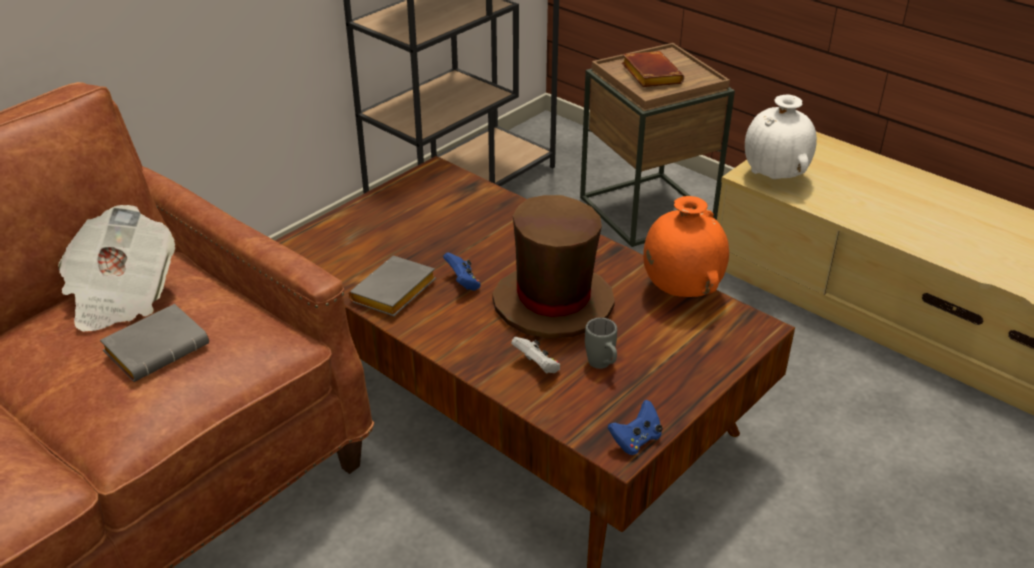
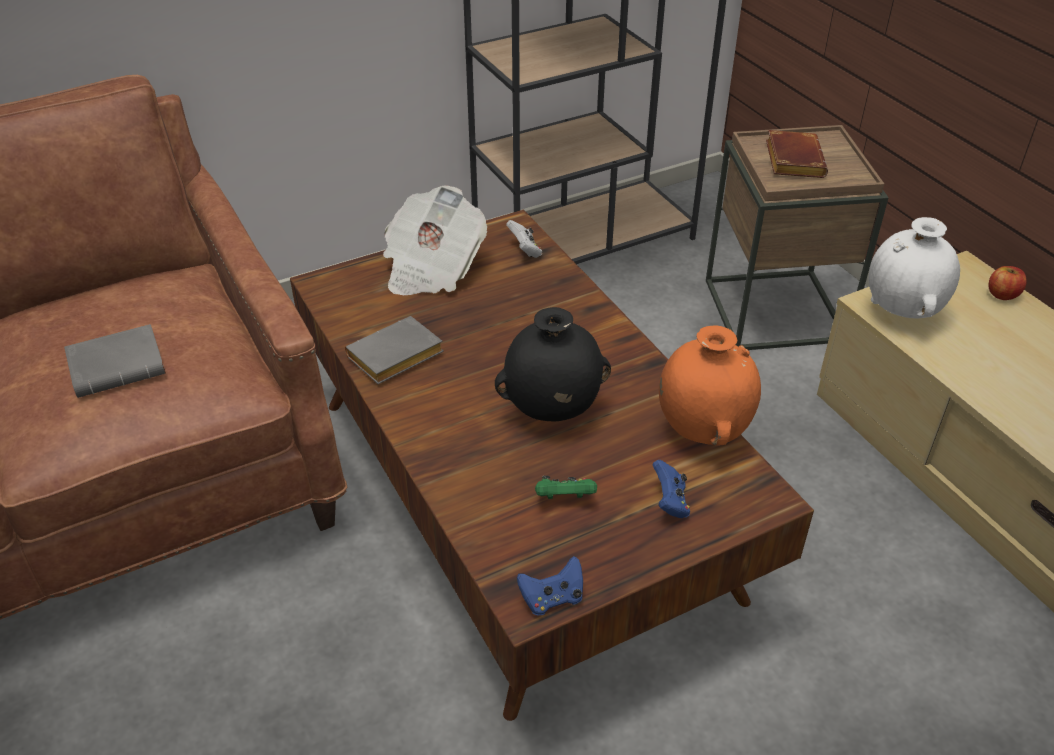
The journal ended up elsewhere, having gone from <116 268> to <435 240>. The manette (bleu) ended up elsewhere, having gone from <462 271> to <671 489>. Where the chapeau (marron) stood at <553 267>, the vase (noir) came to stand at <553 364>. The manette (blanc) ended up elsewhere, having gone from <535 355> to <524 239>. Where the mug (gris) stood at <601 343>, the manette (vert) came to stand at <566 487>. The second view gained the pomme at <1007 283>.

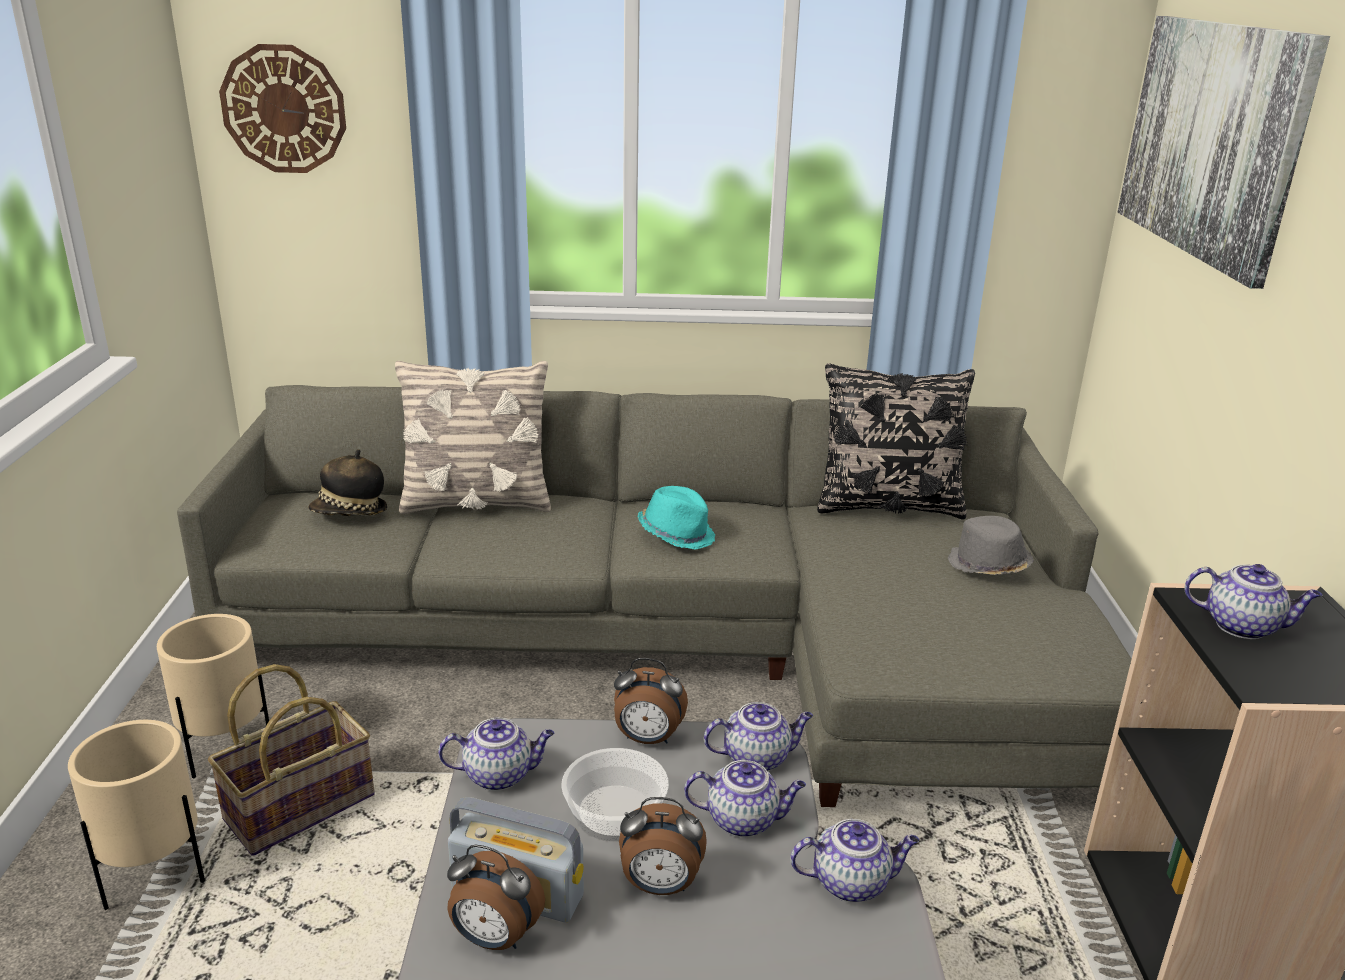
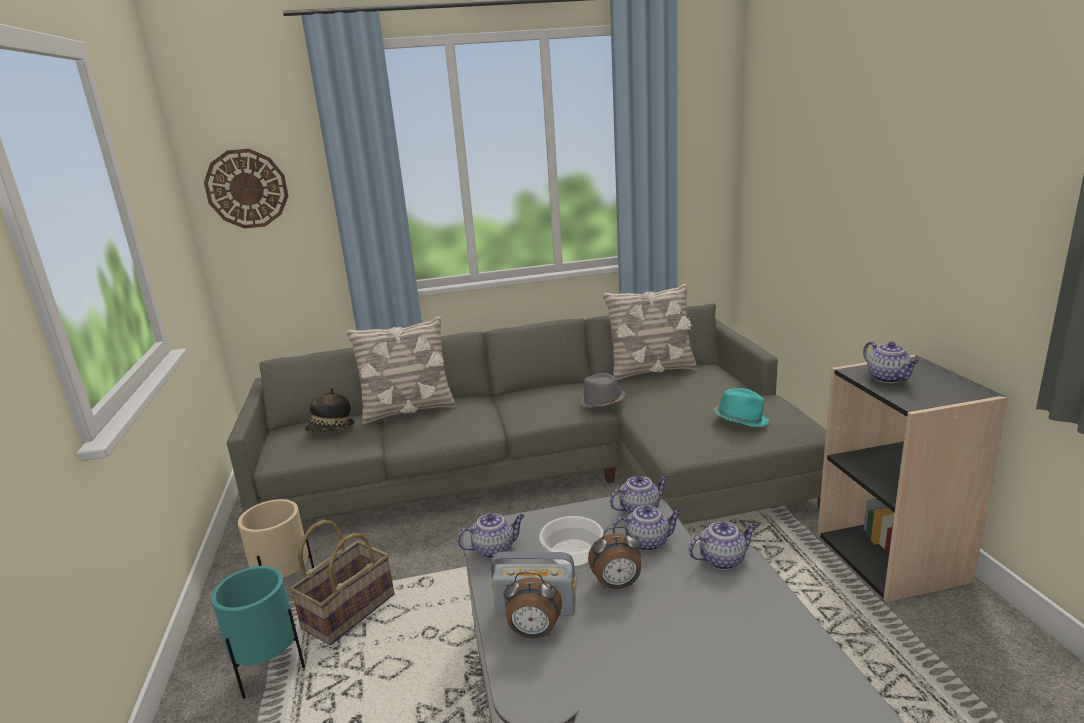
What was the cache-pot (beige) at <136 815> turned into the cache-pot (turquoise) at <258 632>. The second view lost the réveil at <651 701>. The chapeau (turquoise) ended up elsewhere, having gone from <676 518> to <741 407>. What was the coussin (noir) at <896 441> turned into the coussin (beige) at <650 332>. The chapeau (gris) ended up elsewhere, having gone from <990 545> to <602 390>. The second view lost the tableau at <1223 152>. The théière at <1253 601> ended up facing another way, 60 degrees clockwise from before.

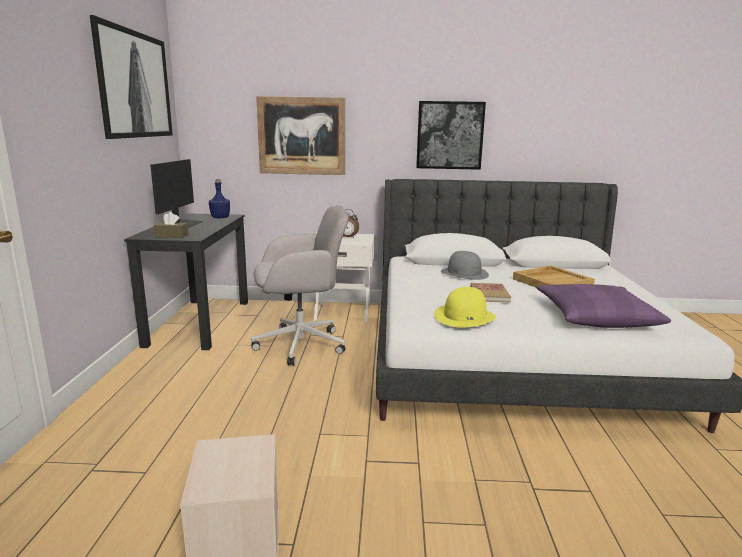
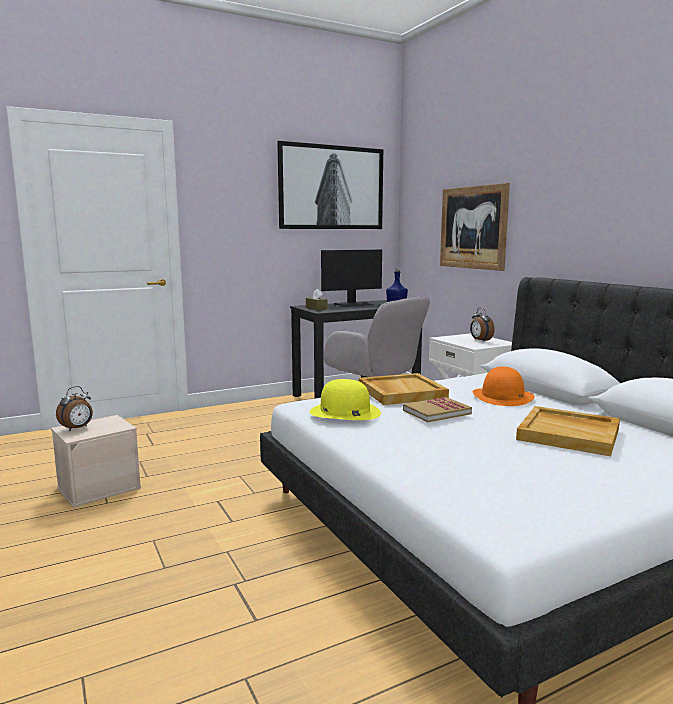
The second view lost the tableau at <451 135>. What was the chapeau (gris) at <465 265> turned into the chapeau (orange) at <503 386>. The second view lost the coussin (violet) at <603 306>. The second view gained the réveil at <74 408>. The second view gained the plateau (beige) at <404 389>.

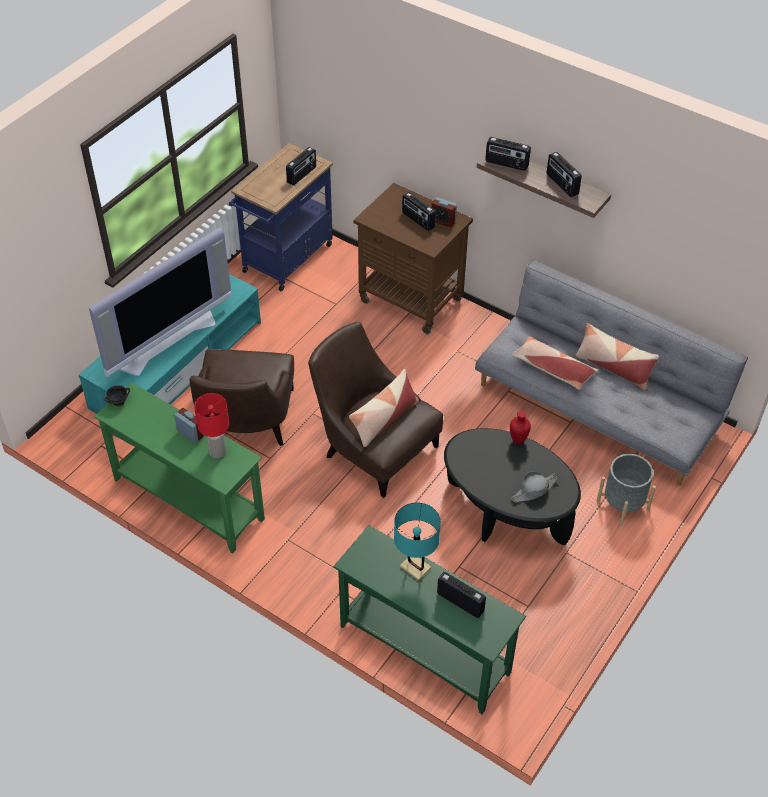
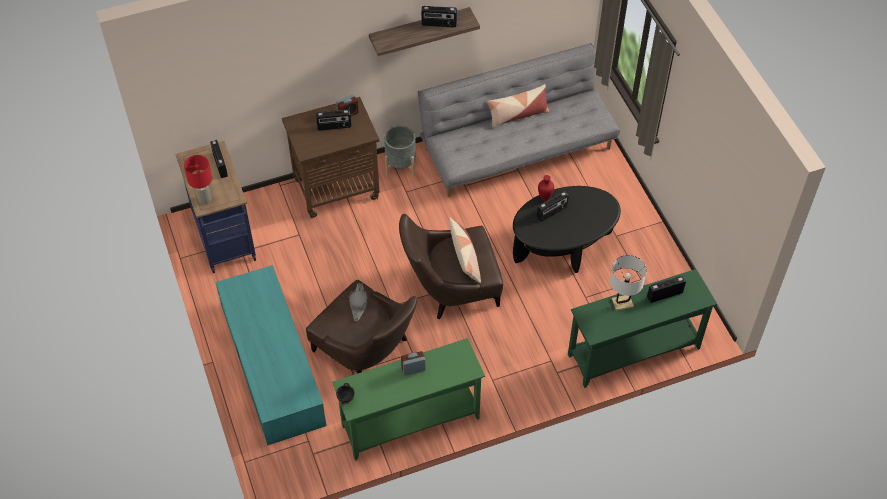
The second view lost the téléviseur at <160 302>. The lampe de table (rouge) ended up elsewhere, having gone from <212 425> to <198 180>. What was the lampe de table (turquoise) at <417 542> turned into the lampe de table (blanc) at <628 283>. The radio ended up elsewhere, having gone from <508 154> to <553 206>. The chapeau (gris) ended up elsewhere, having gone from <534 486> to <358 302>. The second view lost the coussin at <555 363>. The cache-pot (gris) ended up elsewhere, having gone from <626 490> to <400 150>.

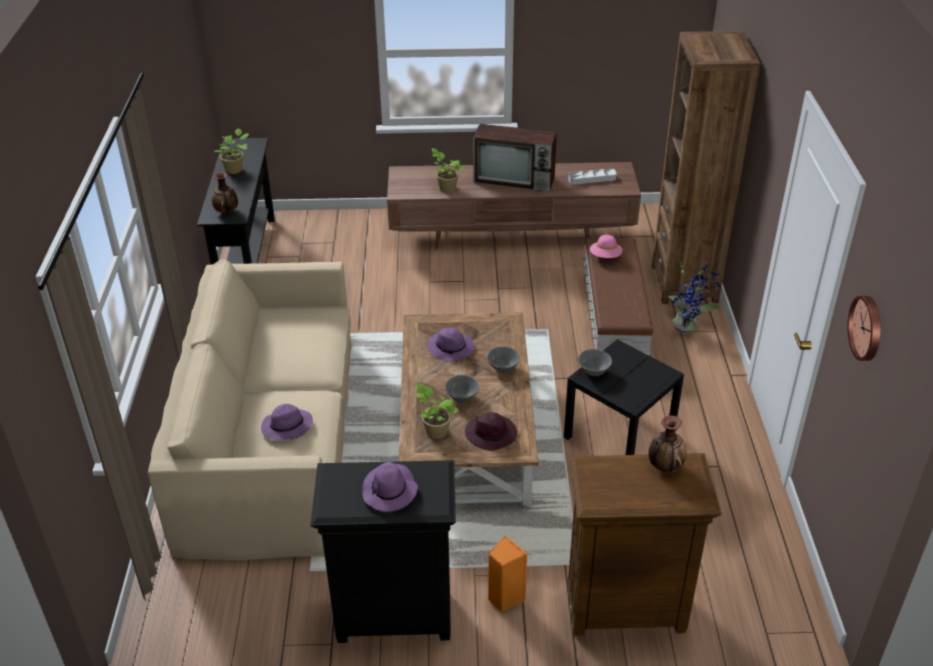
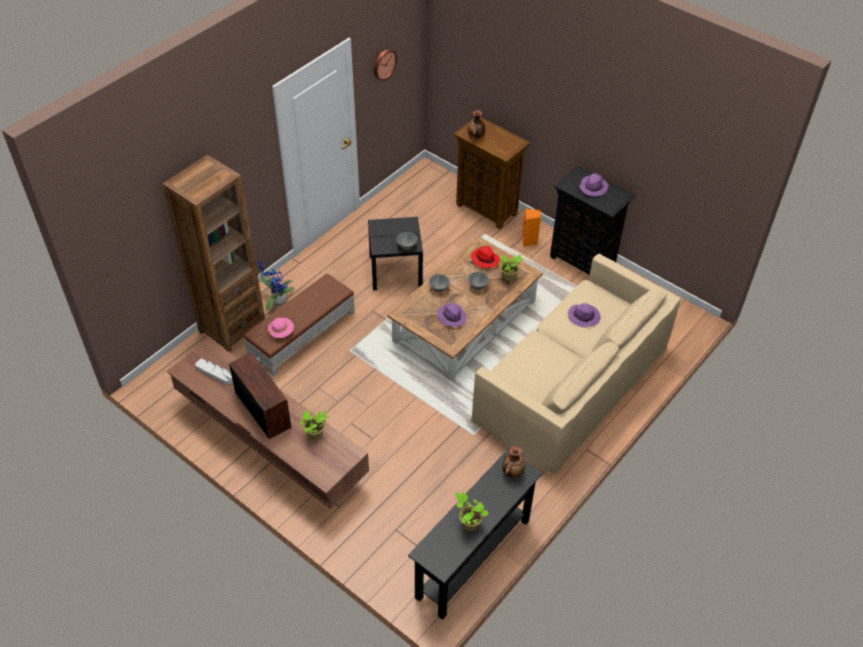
What was the chapeau (violet) at <491 431> turned into the chapeau (rouge) at <485 257>.

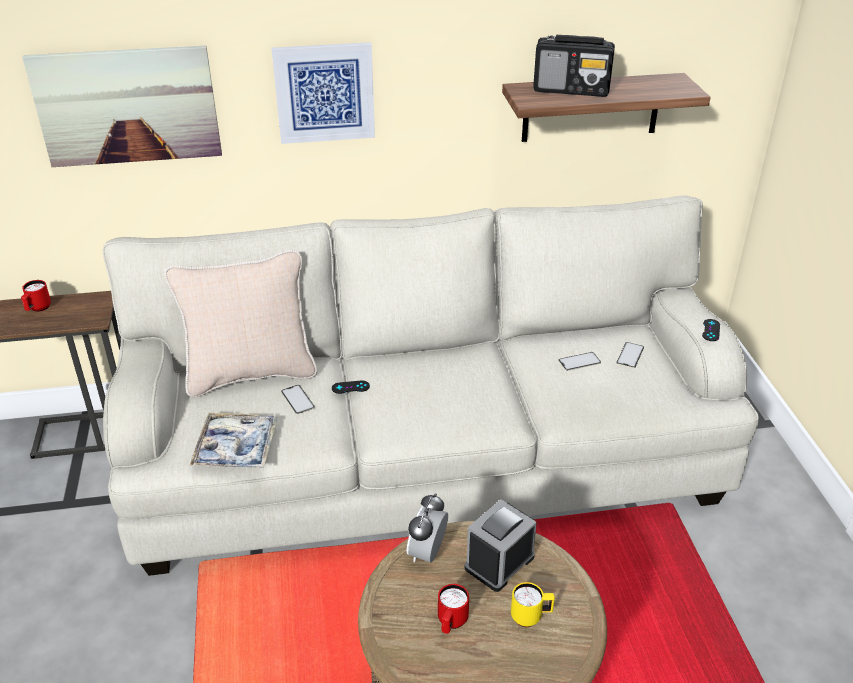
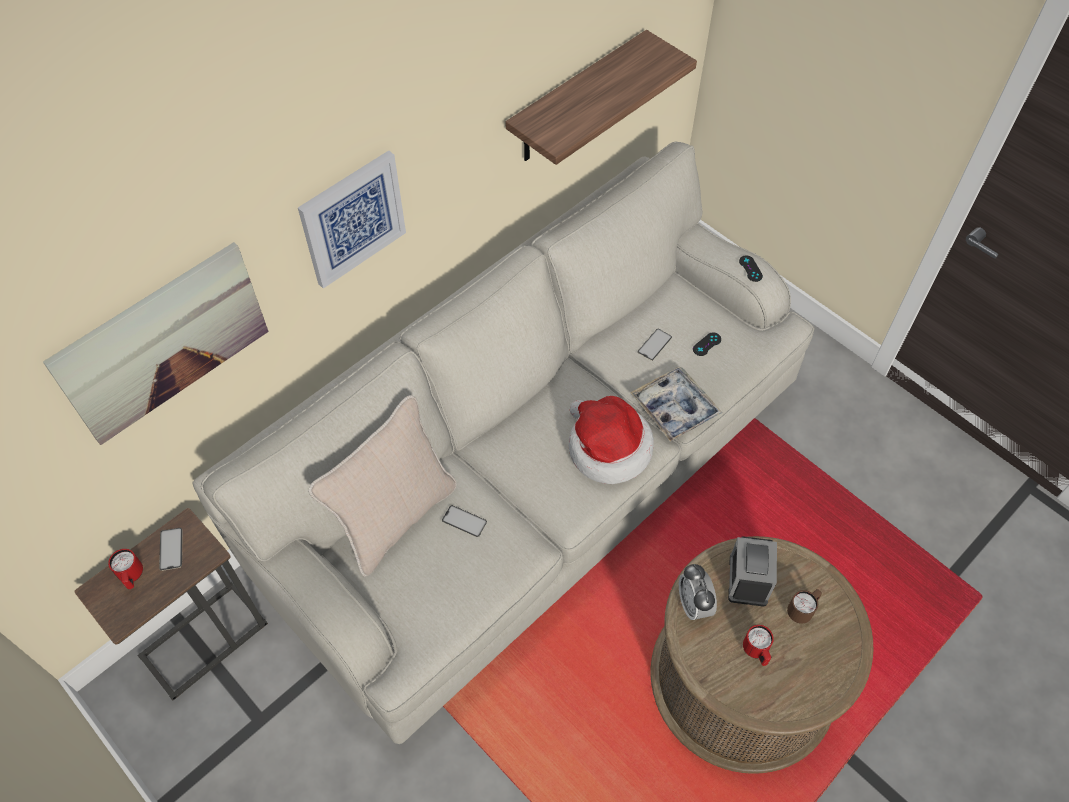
The plateau ended up elsewhere, having gone from <233 440> to <676 404>. The manette (noir) ended up elsewhere, having gone from <351 387> to <707 344>. What was the mug (jaune) at <533 604> turned into the mug (marron) at <804 606>. The second view lost the radio at <574 66>. The téléphone ended up elsewhere, having gone from <630 355> to <171 549>. The second view gained the chapeau at <611 440>.

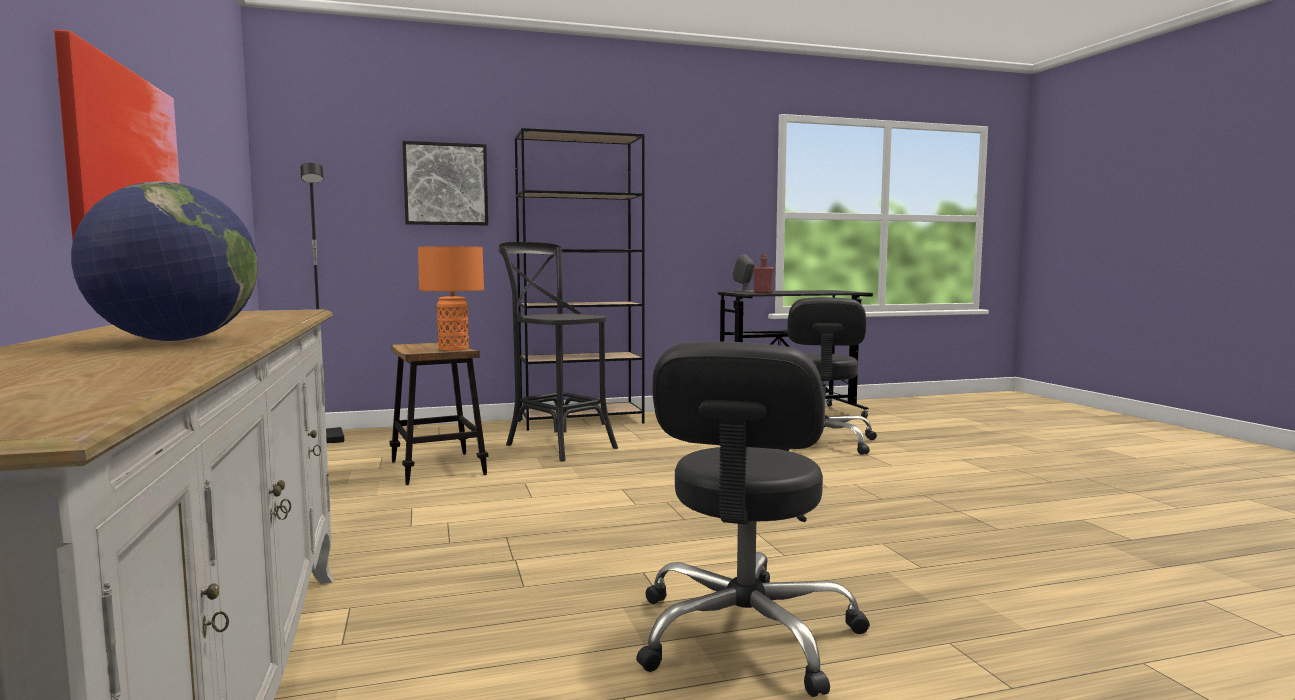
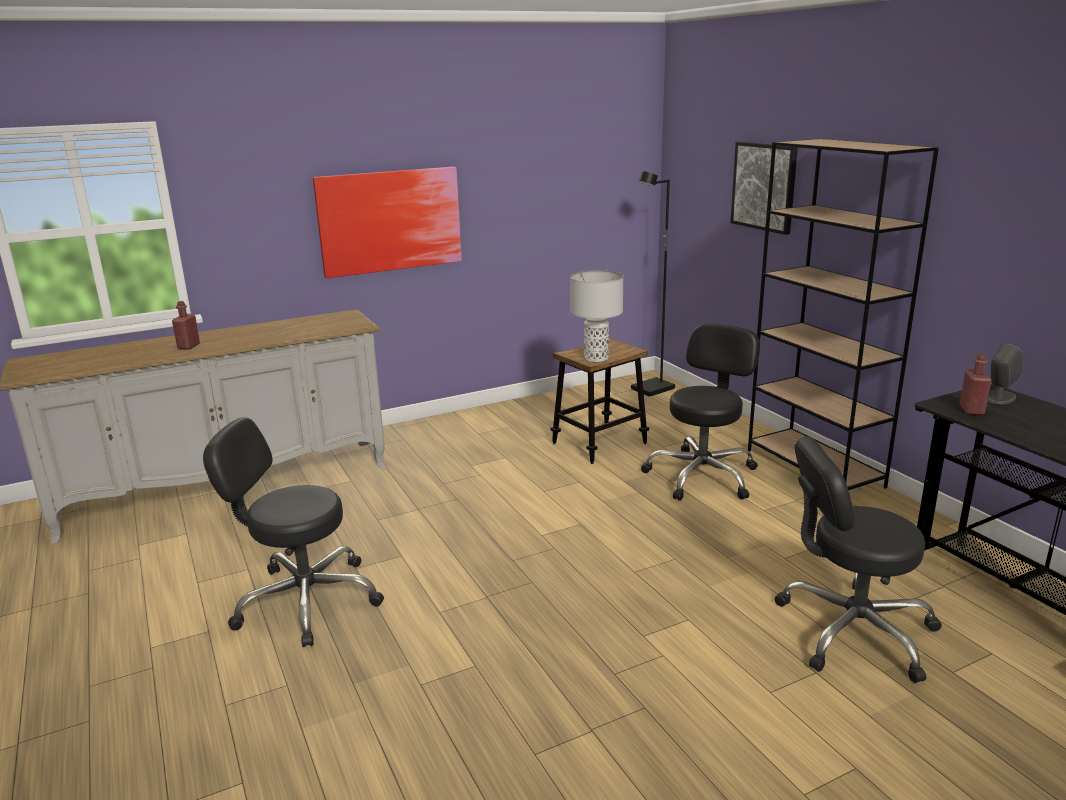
Where the globe stood at <164 261>, the bouteille (rouge) came to stand at <186 325>. What was the lampe de table (orange) at <451 298> turned into the lampe de table (blanc) at <596 316>. Where the tabouret (noir) stood at <558 352>, the chaise de bureau (noir) came to stand at <700 412>.

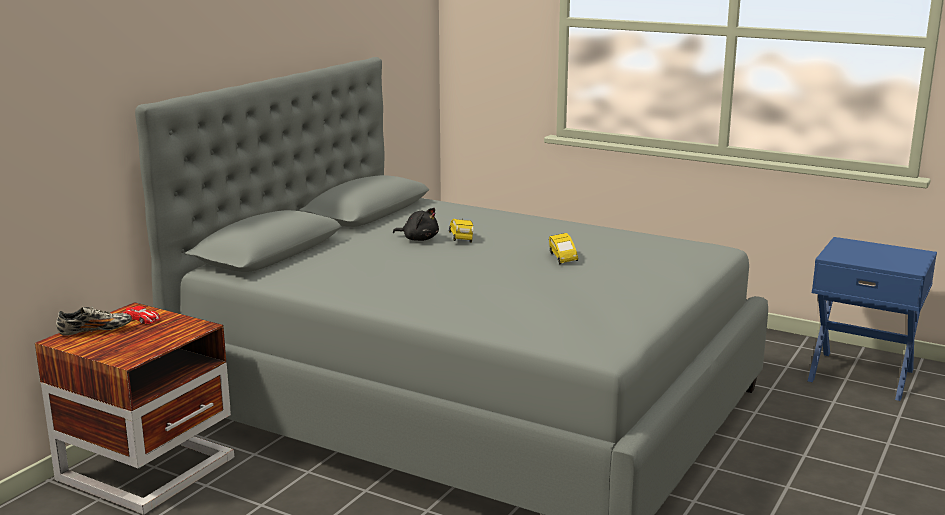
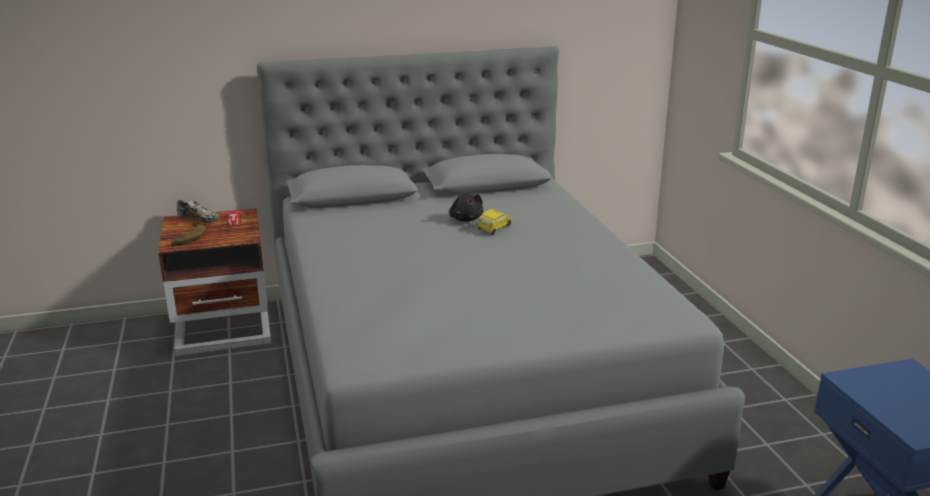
The second view lost the petite voiture (jaune) at <563 248>. The second view gained the banane at <188 234>.

